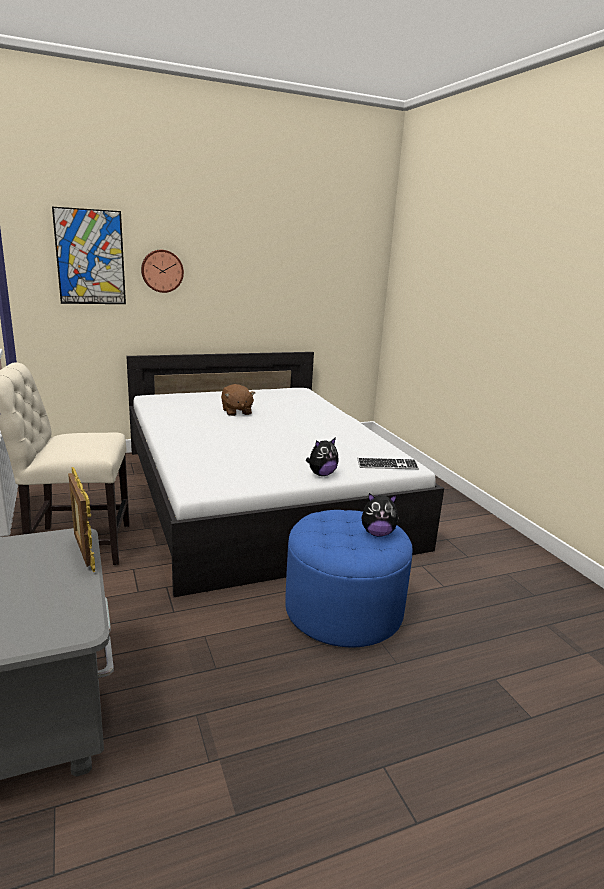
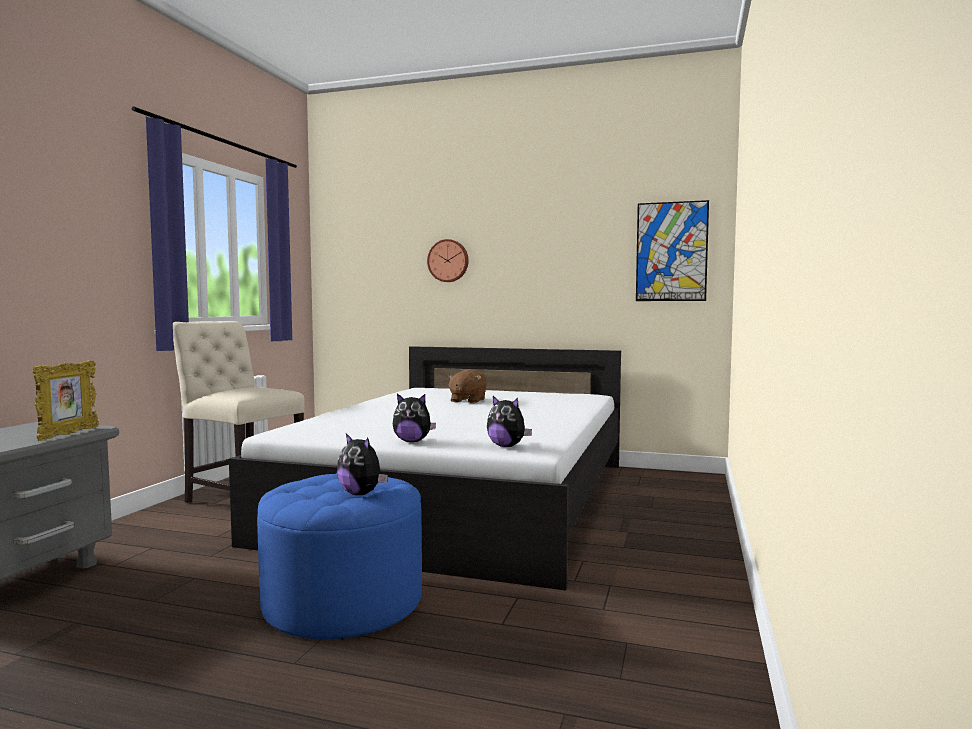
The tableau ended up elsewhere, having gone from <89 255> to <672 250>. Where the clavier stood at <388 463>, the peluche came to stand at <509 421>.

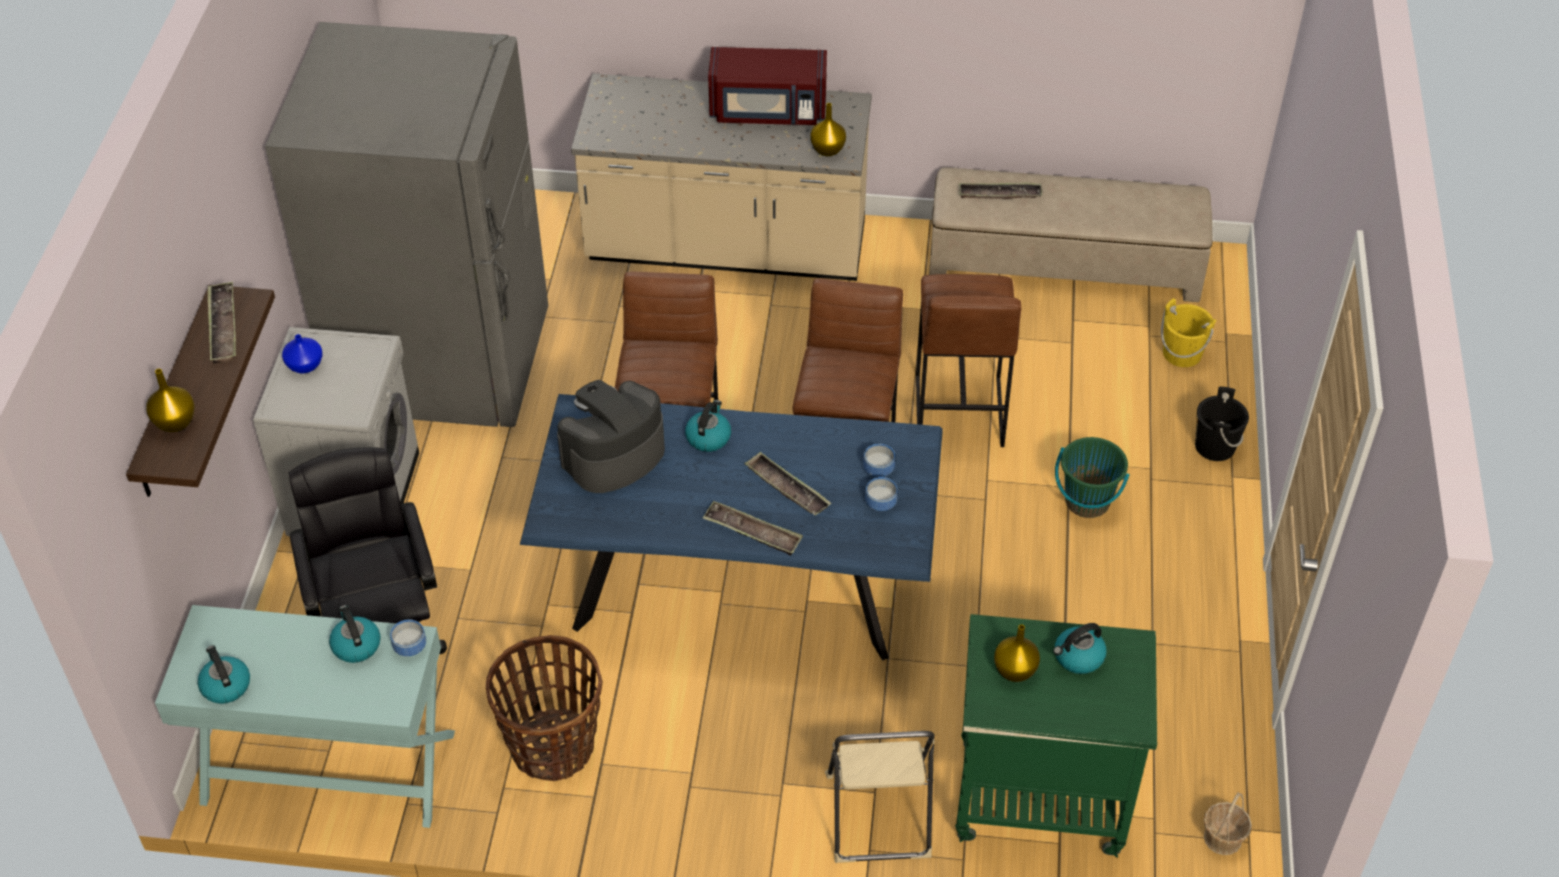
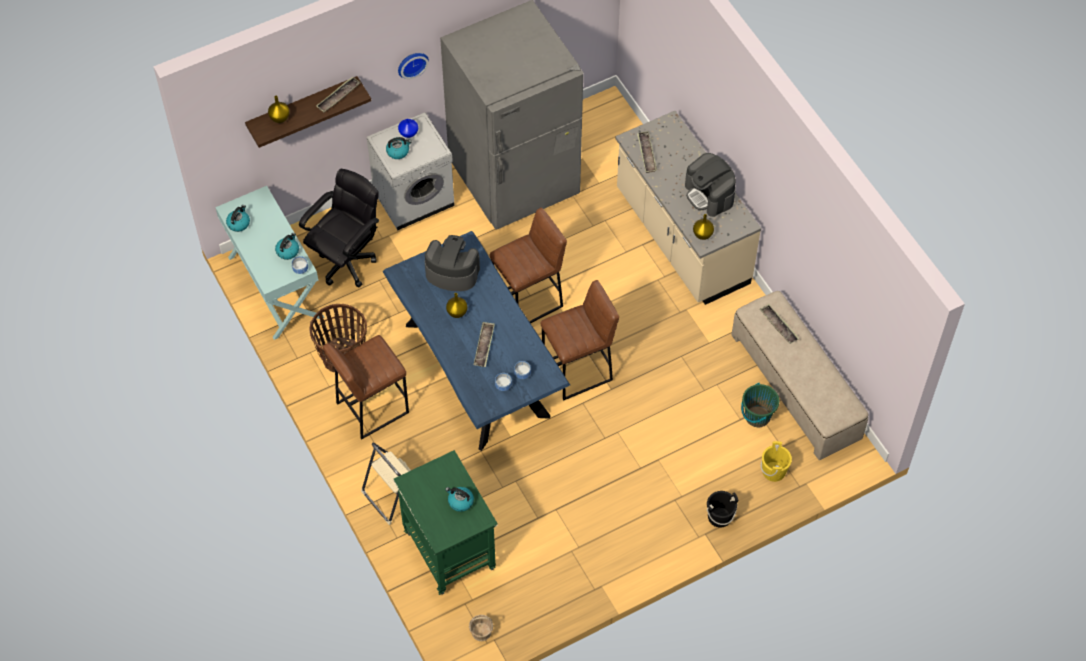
The bouilloire ended up elsewhere, having gone from <708 426> to <399 148>. The plateau ended up elsewhere, having gone from <753 528> to <647 152>. Where the micro-ondes (rouge) stood at <767 86>, the machine à café came to stand at <710 185>. The tabouret (marron) ended up elsewhere, having gone from <968 360> to <366 387>. The vase (jaune) ended up elsewhere, having gone from <1017 653> to <456 305>. The seau (vert) ended up elsewhere, having gone from <1092 477> to <760 405>. The second view gained the horloge murale at <413 66>.

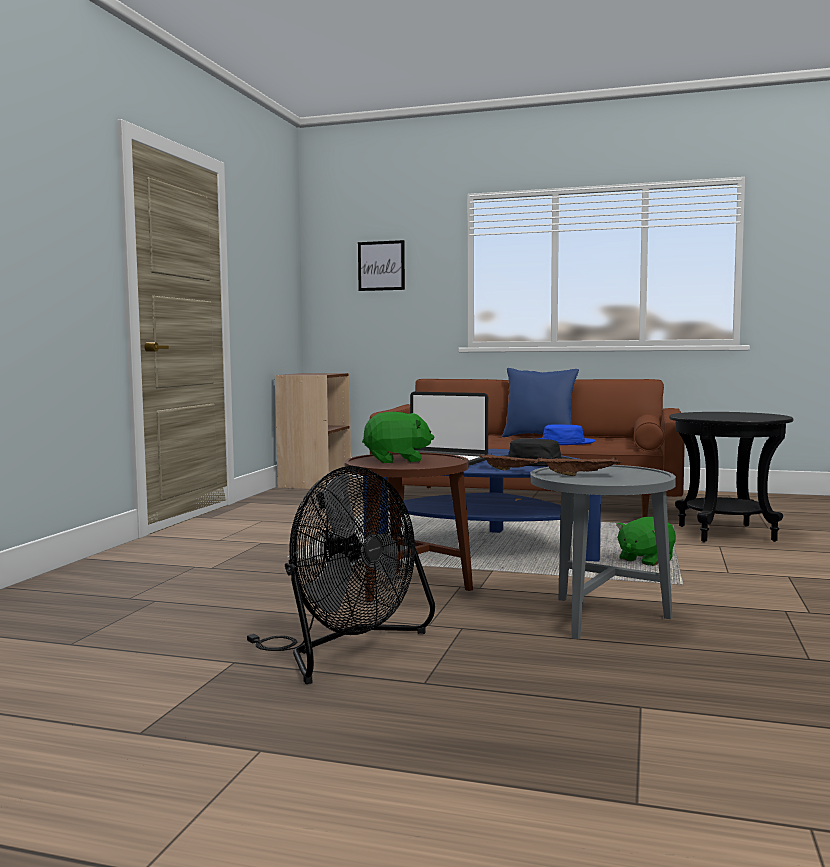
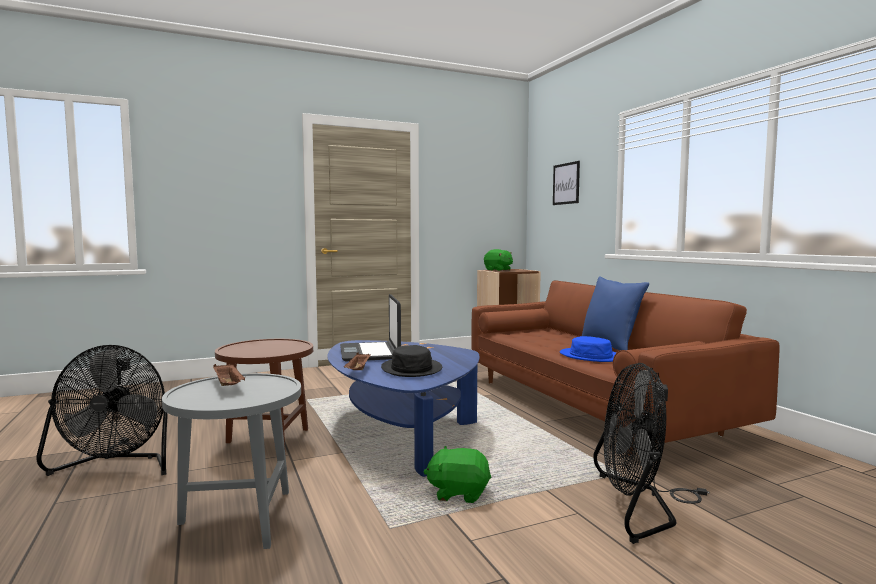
The peluche (vert) ended up elsewhere, having gone from <398 437> to <498 260>. Where the table d'appoint (noir) stood at <731 477>, the ventilateur (noir) came to stand at <651 453>.

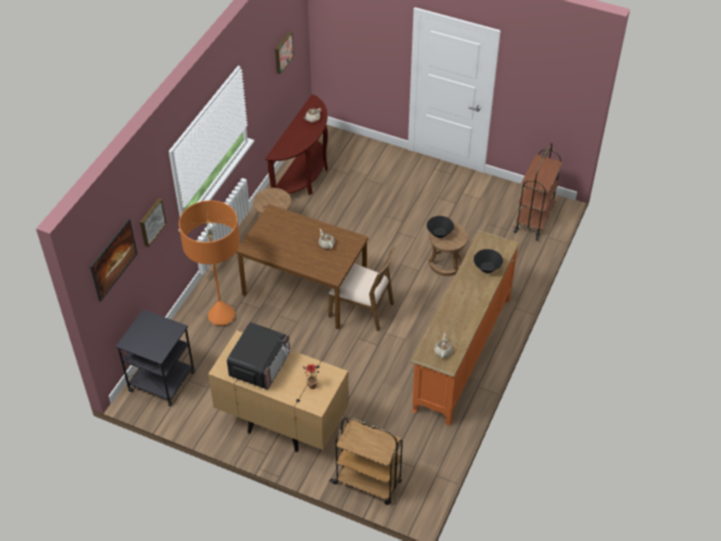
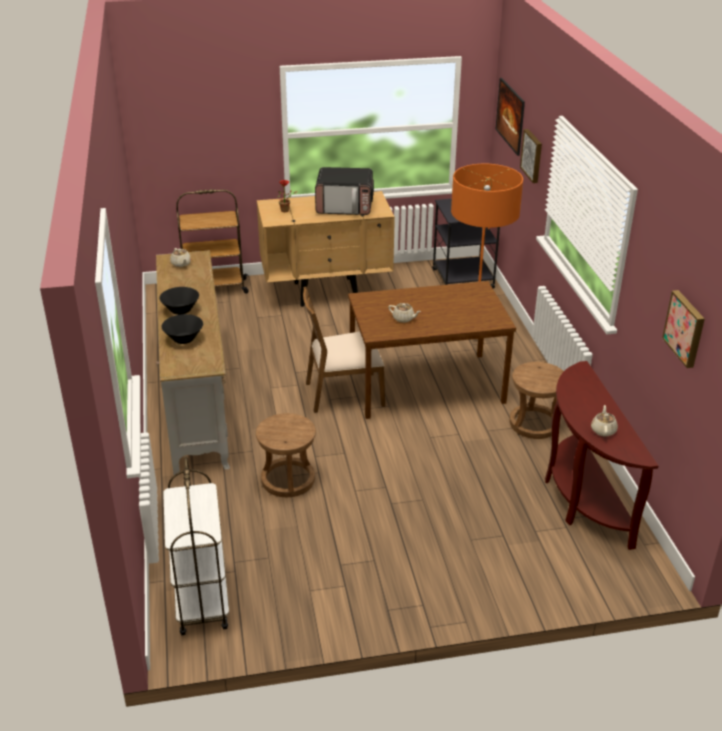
The micro-ondes at <258 356> ended up facing another way, 75 degrees counterclockwise from before. What was the meuble de rangement (orange) at <464 328> turned into the meuble de rangement (gris) at <193 363>. The bol (noir) ended up elsewhere, having gone from <440 227> to <179 301>. What was the chariot (marron) at <538 191> turned into the chariot (blanc) at <196 546>.

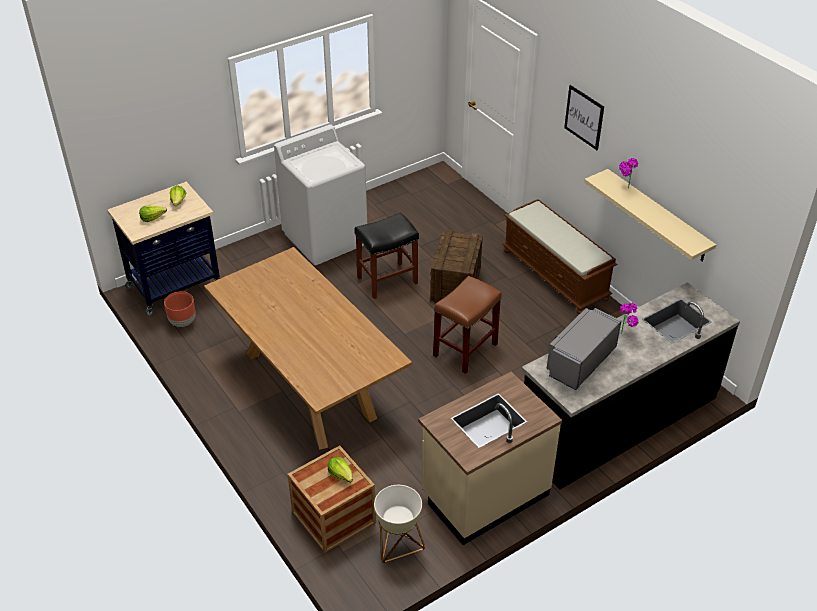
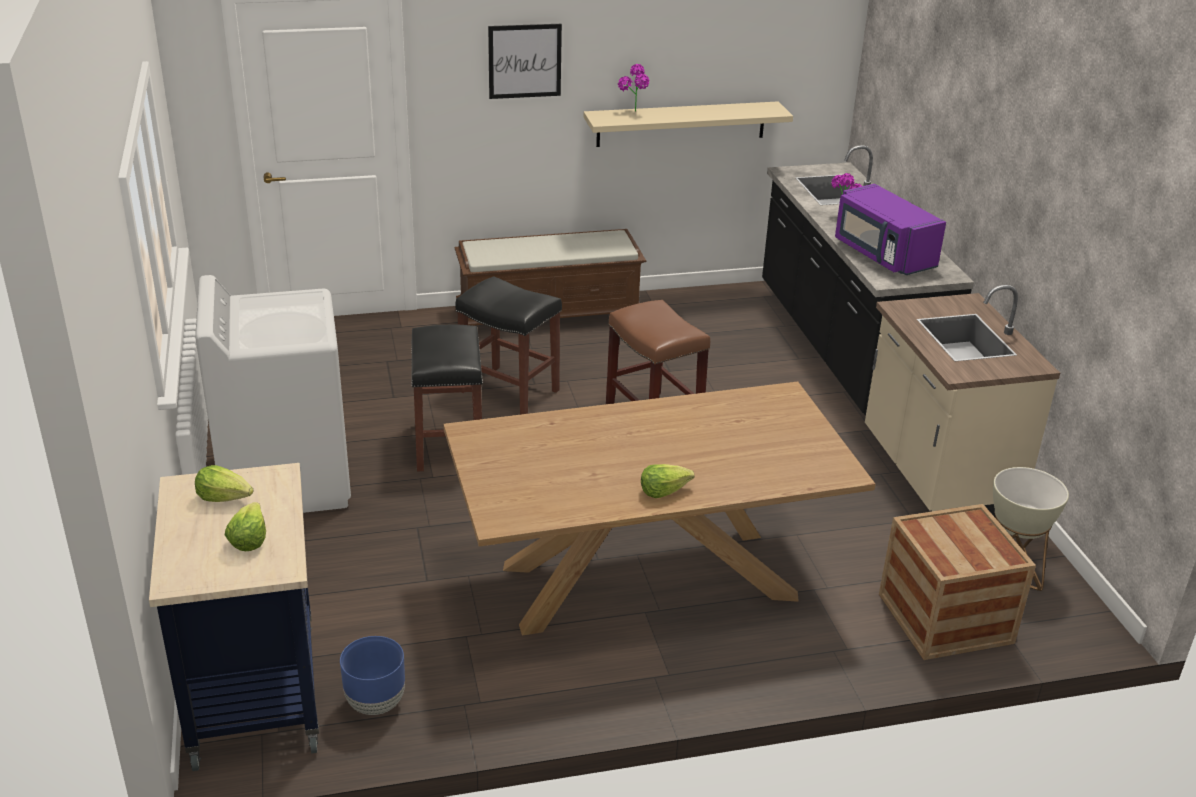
What was the cache-pot (marron) at <180 309> turned into the cache-pot (bleu) at <372 675>. The laitue ended up elsewhere, having gone from <340 470> to <668 481>. Where the caisse stood at <456 267>, the tabouret (noir) came to stand at <509 345>. What was the micro-ondes (gris) at <584 349> turned into the micro-ondes (violet) at <890 229>.

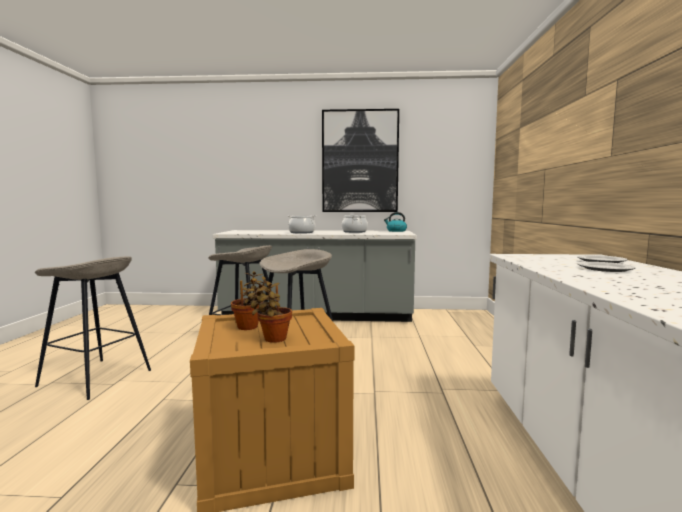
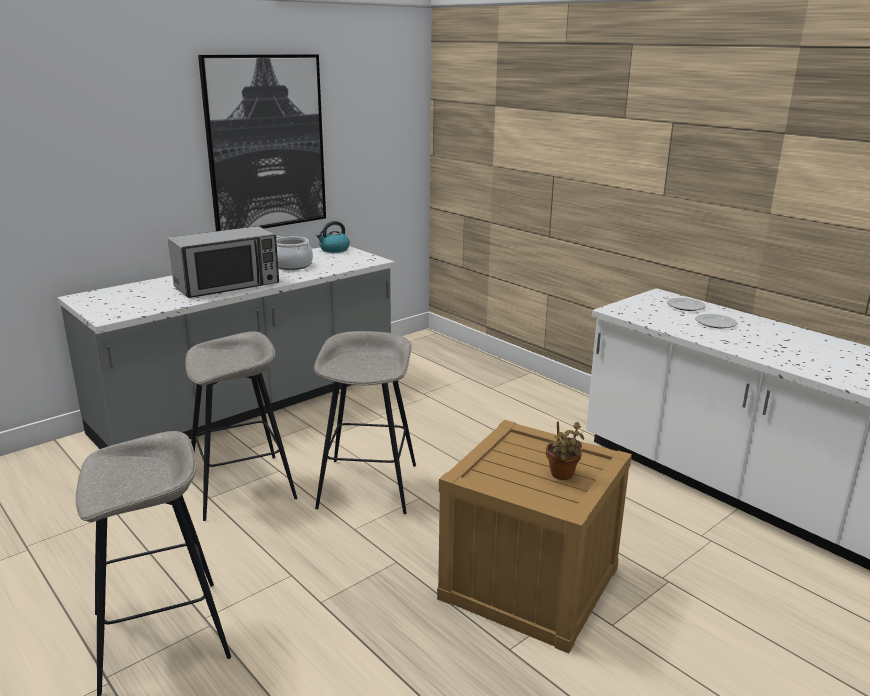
The second view lost the plante en pot at <251 300>. Where the marmite stood at <301 224>, the micro-ondes came to stand at <223 262>.

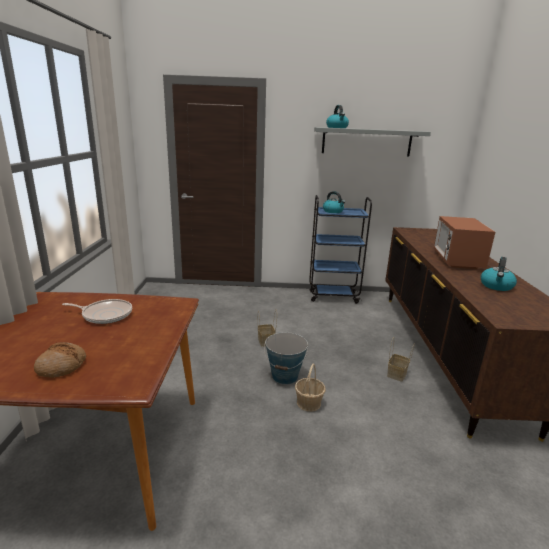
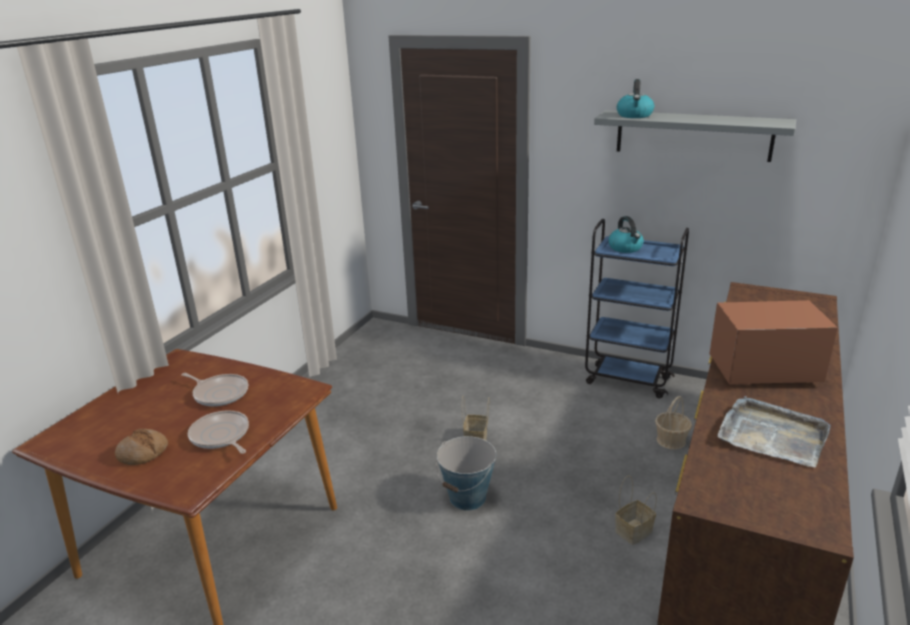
The panier ended up elsewhere, having gone from <310 387> to <673 423>. The micro-ondes at <464 242> ended up facing another way, 60 degrees clockwise from before. Where the bouilloire stood at <499 274>, the plateau (gris) came to stand at <774 431>. The second view gained the poêle at <218 432>.

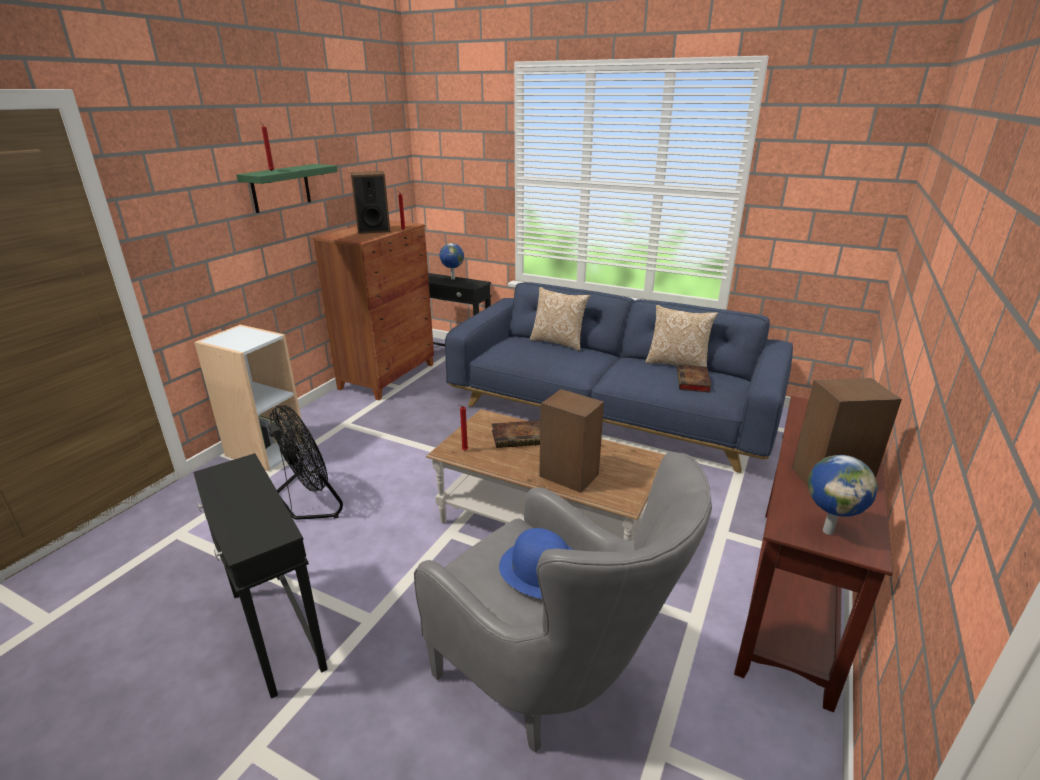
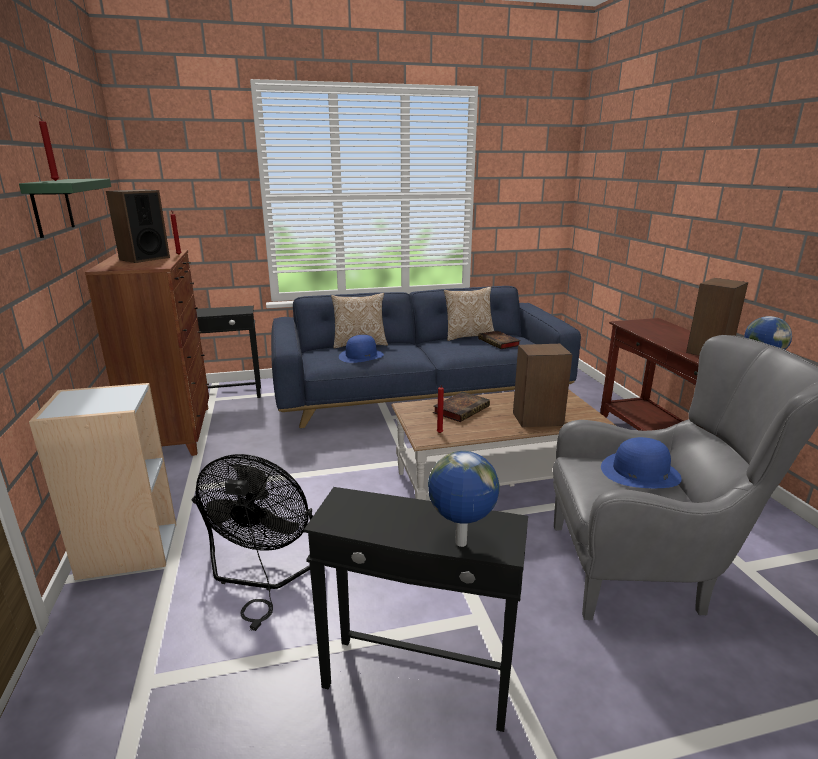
The globe ended up elsewhere, having gone from <451 261> to <464 499>. The second view gained the chapeau (bleu) at <361 349>.

